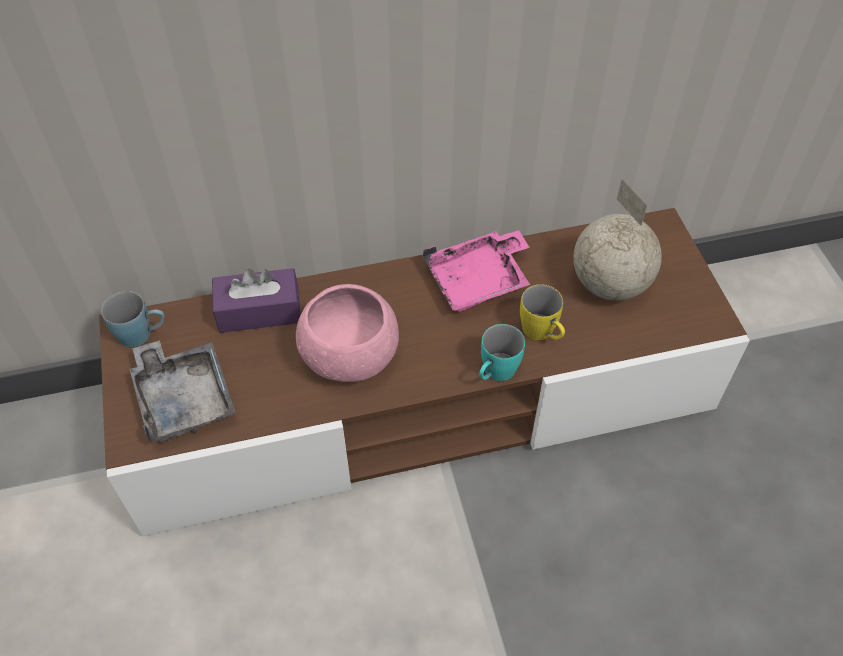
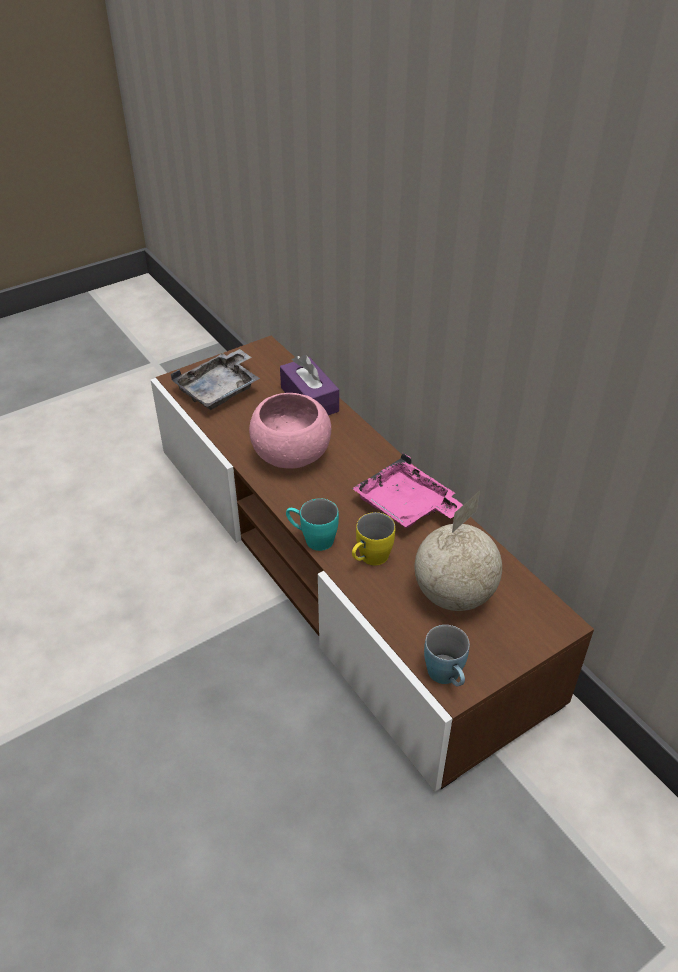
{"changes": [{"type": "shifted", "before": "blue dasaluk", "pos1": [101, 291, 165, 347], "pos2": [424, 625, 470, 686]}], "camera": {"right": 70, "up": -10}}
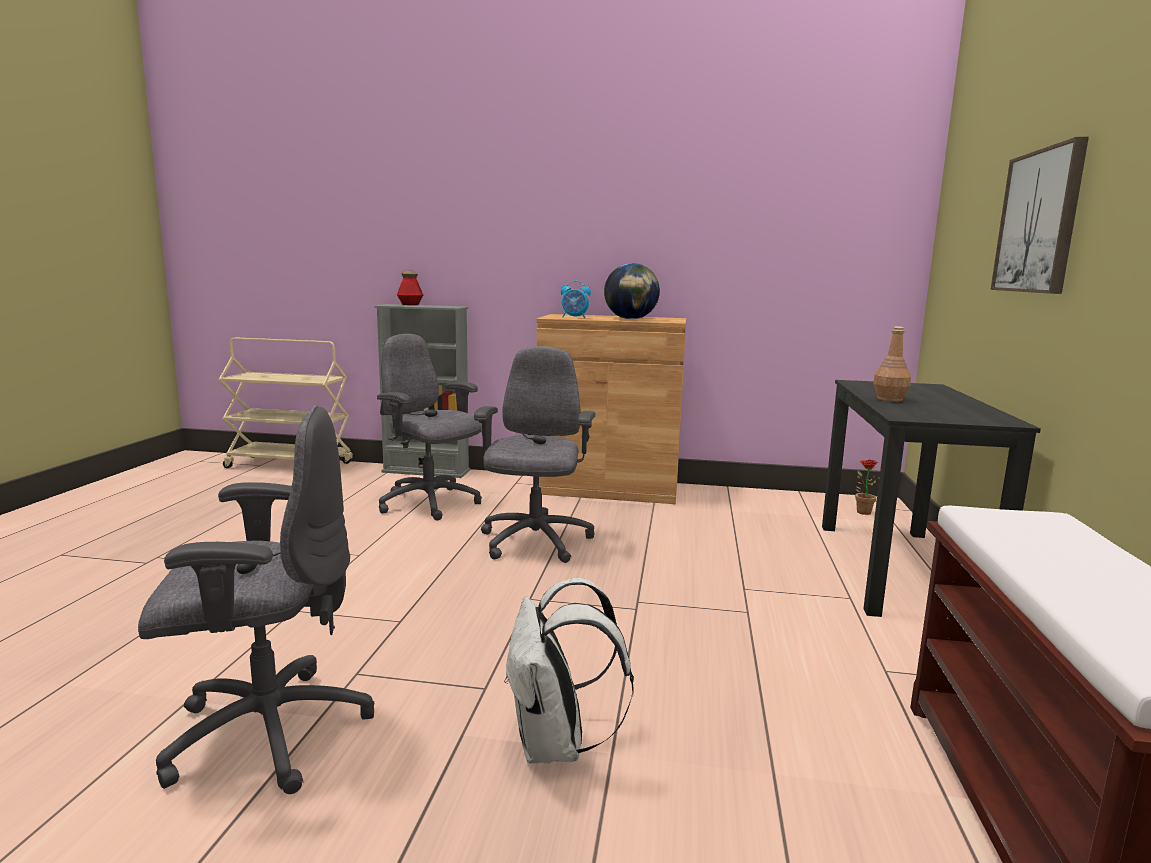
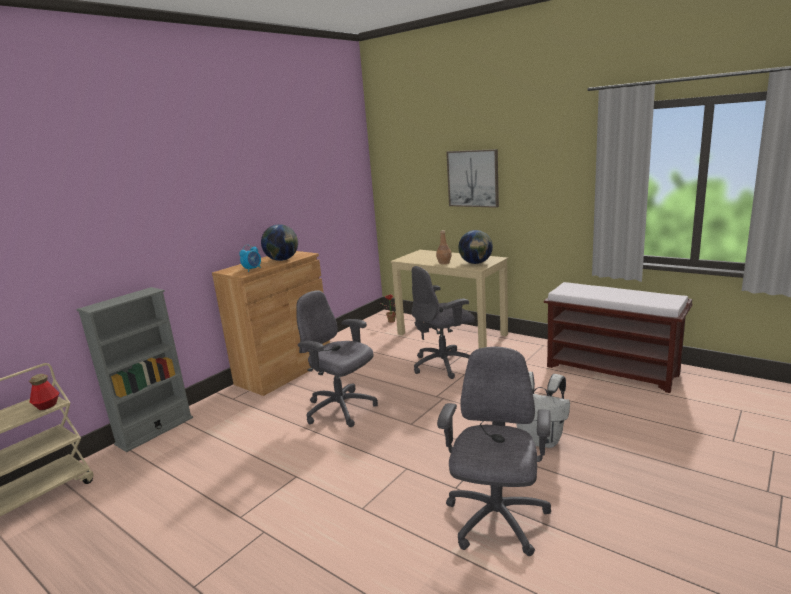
{"changes": [{"type": "new", "after": "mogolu", "pos2": [458, 230, 493, 264]}, {"type": "shifted", "before": "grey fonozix", "pos1": [377, 334, 482, 521], "pos2": [411, 266, 475, 379]}, {"type": "shifted", "before": "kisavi", "pos1": [397, 271, 423, 305], "pos2": [29, 374, 59, 410]}, {"type": "repainted", "before": "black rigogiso", "after": "beige rigogiso", "pos1": [822, 380, 1041, 617], "pos2": [390, 250, 508, 348]}], "camera": {"right": -60, "up": 5}}
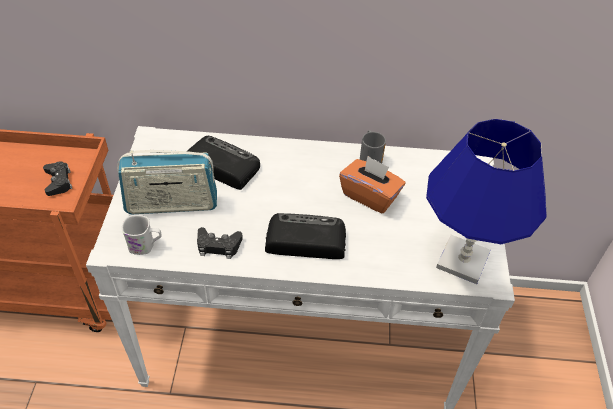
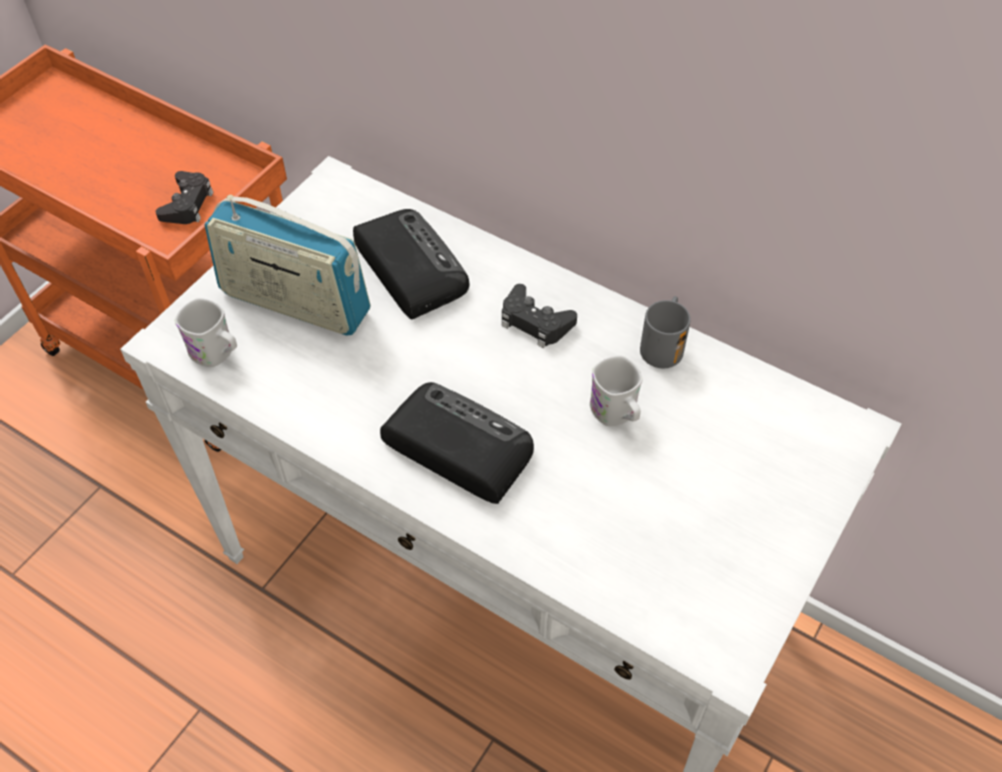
{"changes": [{"type": "gone", "before": "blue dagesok", "pos1": [426, 119, 547, 284]}, {"type": "shifted", "before": "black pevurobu", "pos1": [197, 227, 243, 259], "pos2": [502, 284, 577, 348]}, {"type": "swapped", "before": "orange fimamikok", "after": "white dasaluk", "pos1": [339, 156, 405, 213], "pos2": [590, 355, 643, 426]}], "camera": {"right": 30, "up": 5}}
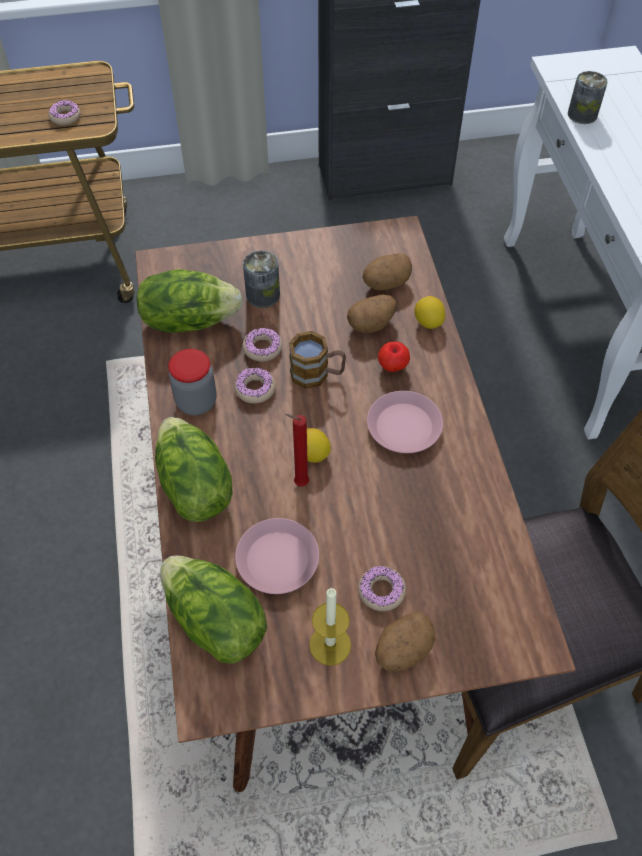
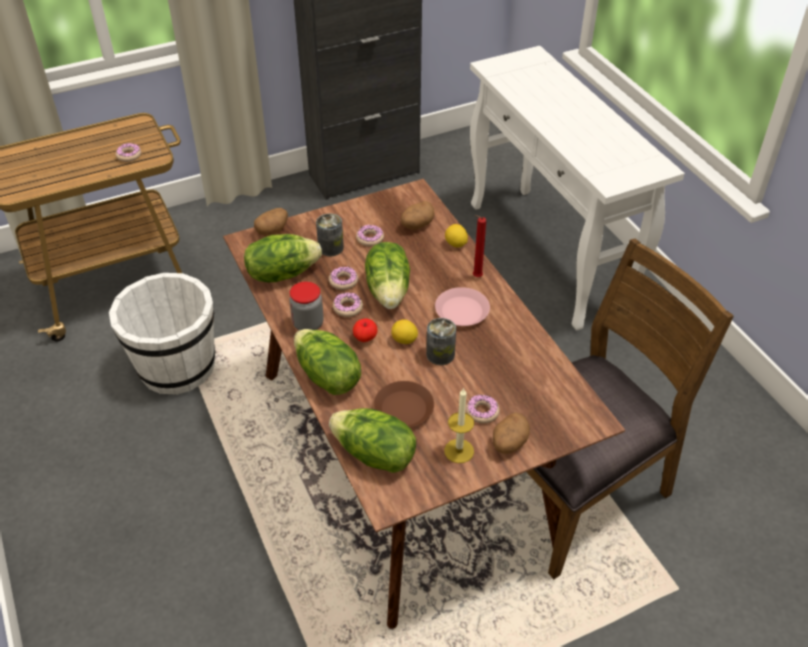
{"changes": [{"type": "new", "after": "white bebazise", "pos2": [109, 273, 215, 395]}, {"type": "new", "after": "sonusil", "pos2": [356, 225, 384, 247]}, {"type": "shifted", "before": "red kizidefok", "pos1": [285, 414, 309, 486], "pos2": [473, 215, 486, 277]}, {"type": "shifted", "before": "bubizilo", "pos1": [347, 295, 397, 333], "pos2": [254, 208, 288, 236]}, {"type": "shifted", "before": "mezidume", "pos1": [378, 341, 410, 372], "pos2": [353, 318, 378, 342]}, {"type": "shifted", "before": "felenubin", "pos1": [568, 71, 608, 124], "pos2": [426, 318, 456, 365]}, {"type": "swapped", "before": "dasaluk", "after": "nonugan", "pos1": [289, 331, 346, 389], "pos2": [365, 242, 410, 309]}, {"type": "repainted", "before": "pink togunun", "after": "brown togunun", "pos1": [235, 518, 319, 594], "pos2": [374, 381, 434, 428]}], "camera": {"right": -15, "up": -10}}
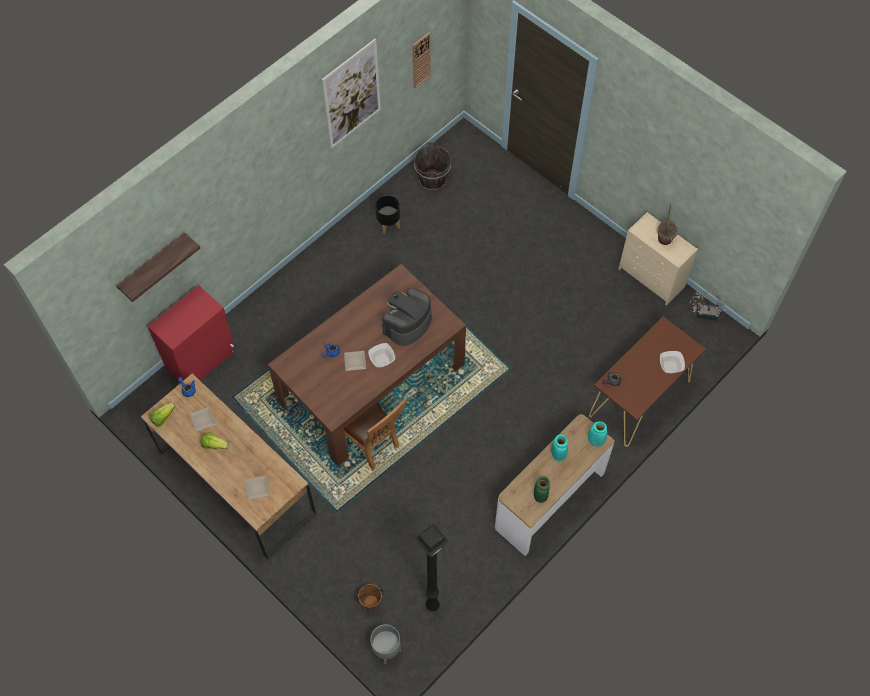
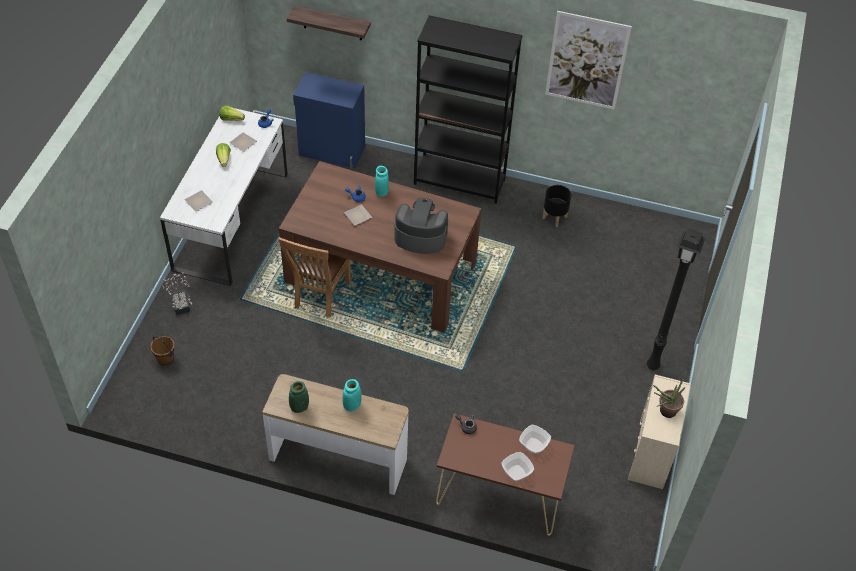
{"changes": [{"type": "gone", "before": "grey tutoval", "pos1": [370, 624, 401, 664]}, {"type": "gone", "before": "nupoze", "pos1": [413, 33, 431, 88]}, {"type": "gone", "before": "brown bebazise", "pos1": [414, 142, 451, 191]}, {"type": "new", "after": "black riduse", "pos2": [414, 16, 523, 204]}, {"type": "shifted", "before": "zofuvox", "pos1": [368, 343, 395, 368], "pos2": [519, 425, 551, 454]}, {"type": "shifted", "before": "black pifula", "pos1": [415, 524, 449, 611], "pos2": [647, 229, 706, 370]}, {"type": "shifted", "before": "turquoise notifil", "pos1": [588, 421, 607, 447], "pos2": [375, 166, 389, 197]}, {"type": "shifted", "before": "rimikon", "pos1": [690, 290, 727, 321], "pos2": [162, 273, 192, 315]}, {"type": "repainted", "before": "brown rigogiso", "after": "white rigogiso", "pos1": [141, 374, 316, 559], "pos2": [160, 108, 288, 286]}, {"type": "repainted", "before": "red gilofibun", "after": "blue gilofibun", "pos1": [148, 285, 236, 383], "pos2": [293, 72, 365, 169]}], "camera": {"right": 60, "up": -10}}
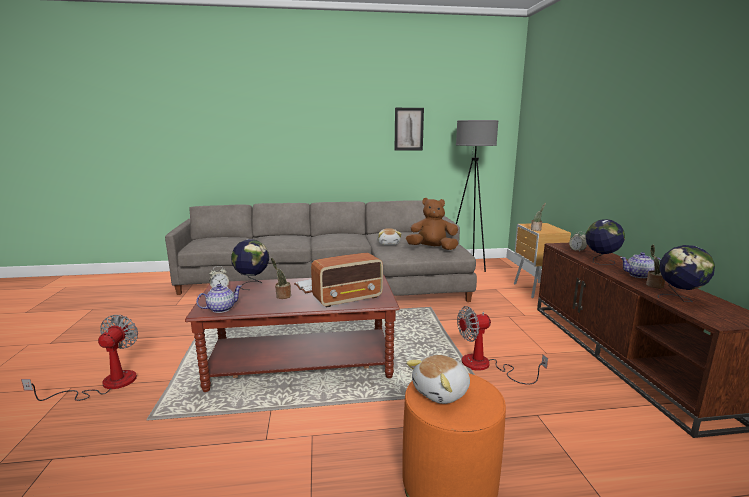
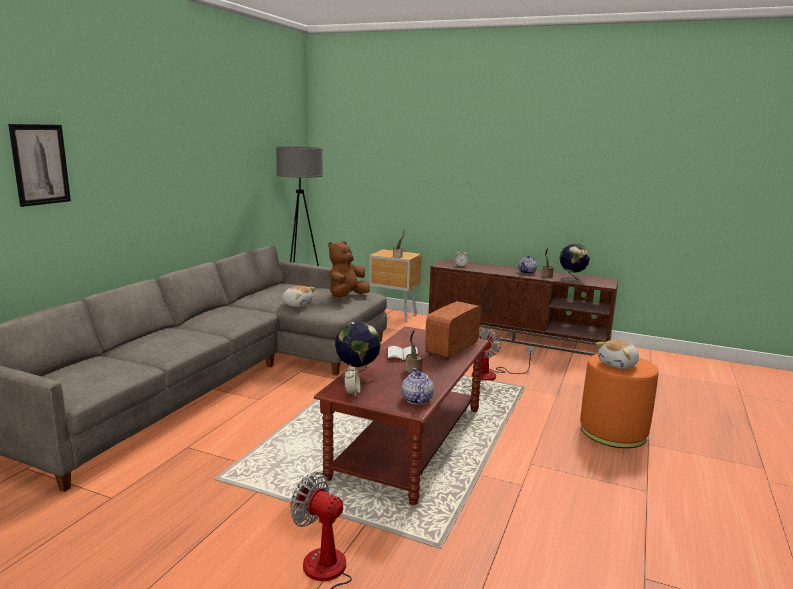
{"changes": [{"type": "gone", "before": "mogolu", "pos1": [586, 219, 625, 265]}, {"type": "shifted", "before": "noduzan", "pos1": [395, 108, 424, 151], "pos2": [8, 124, 71, 207]}, {"type": "rotated", "before": "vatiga", "pos1": [311, 253, 383, 308], "pos2": [425, 301, 481, 360], "turn": -150}, {"type": "rotated", "before": "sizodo", "pos1": [406, 355, 470, 404], "pos2": [595, 340, 639, 369], "turn": 60}], "camera": {"right": -60, "up": 0}}
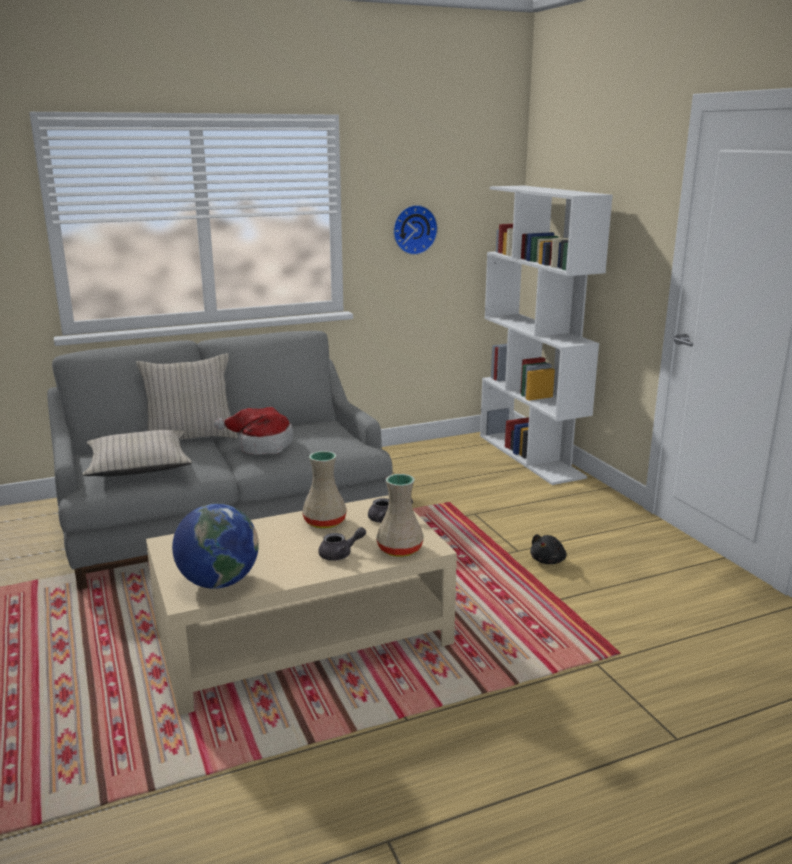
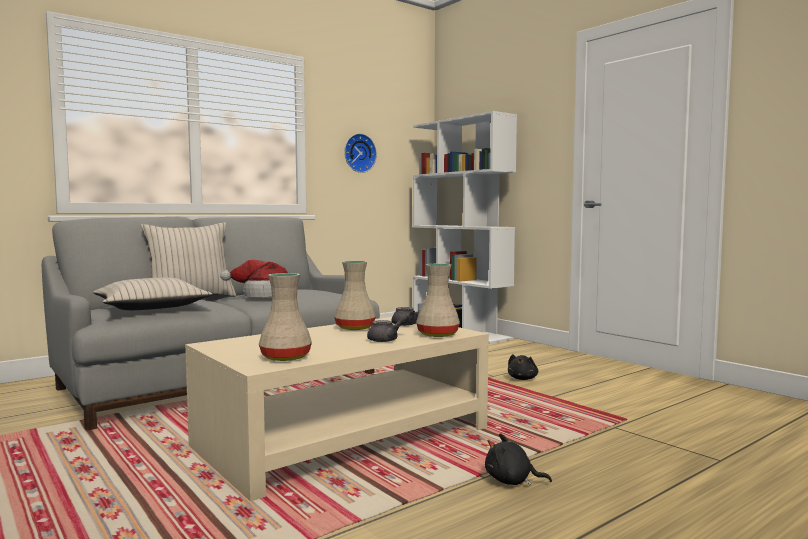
{"changes": [{"type": "new", "after": "black sizodo", "pos2": [485, 433, 552, 485]}, {"type": "swapped", "before": "mogolu", "after": "beige notifil", "pos1": [172, 504, 259, 589], "pos2": [259, 273, 312, 361]}], "camera": {"right": -15, "up": -15}}
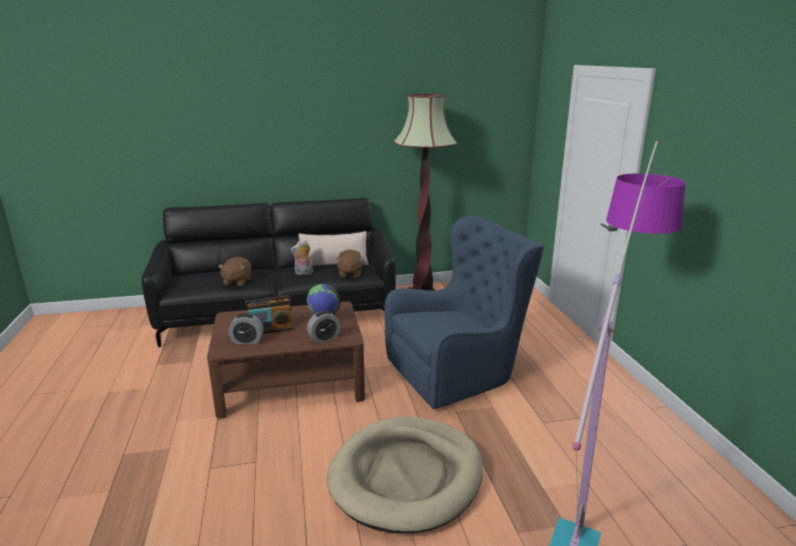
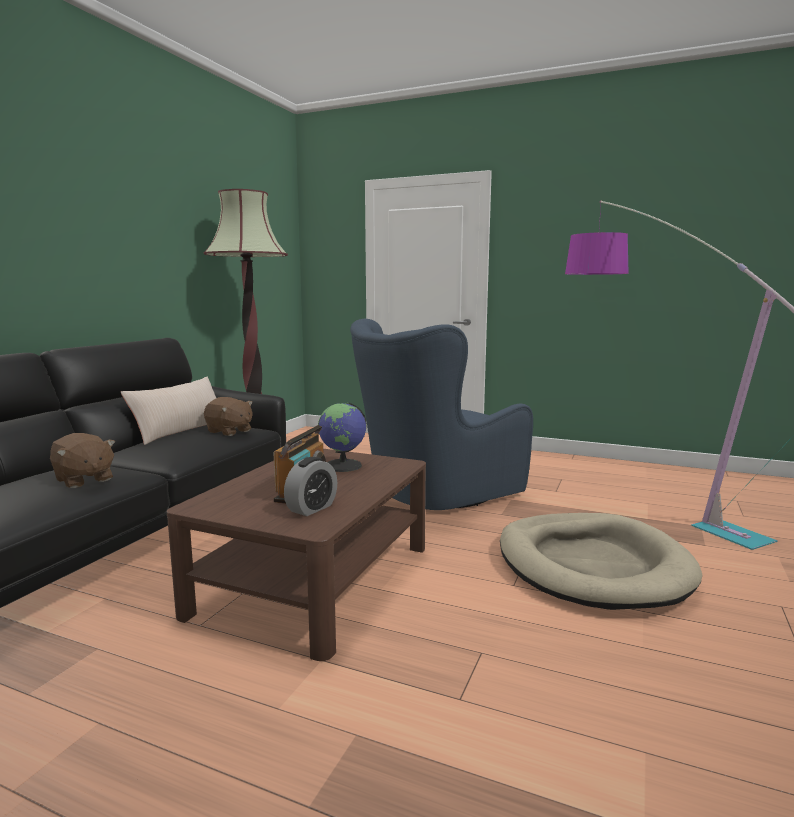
{"changes": [{"type": "gone", "before": "sizodo", "pos1": [290, 240, 313, 275]}, {"type": "gone", "before": "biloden", "pos1": [307, 311, 341, 343]}, {"type": "rotated", "before": "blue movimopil", "pos1": [384, 216, 544, 409], "pos2": [350, 319, 533, 510], "turn": -135}], "camera": {"right": -55, "up": -10}}
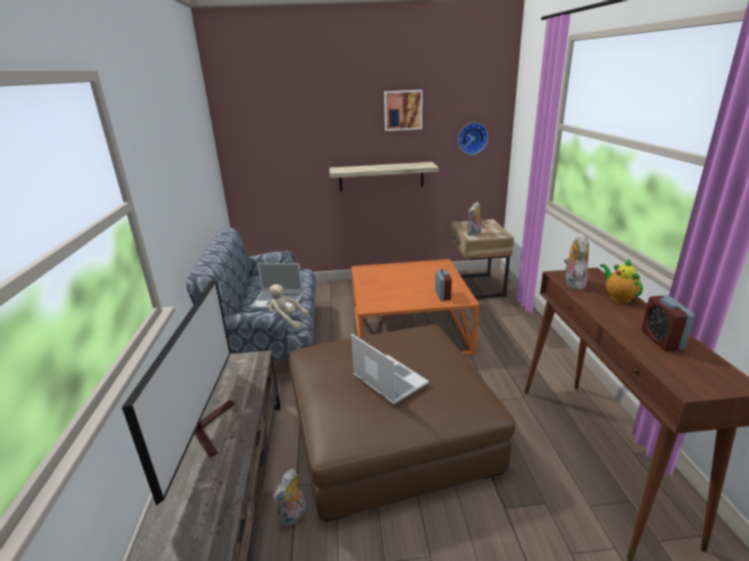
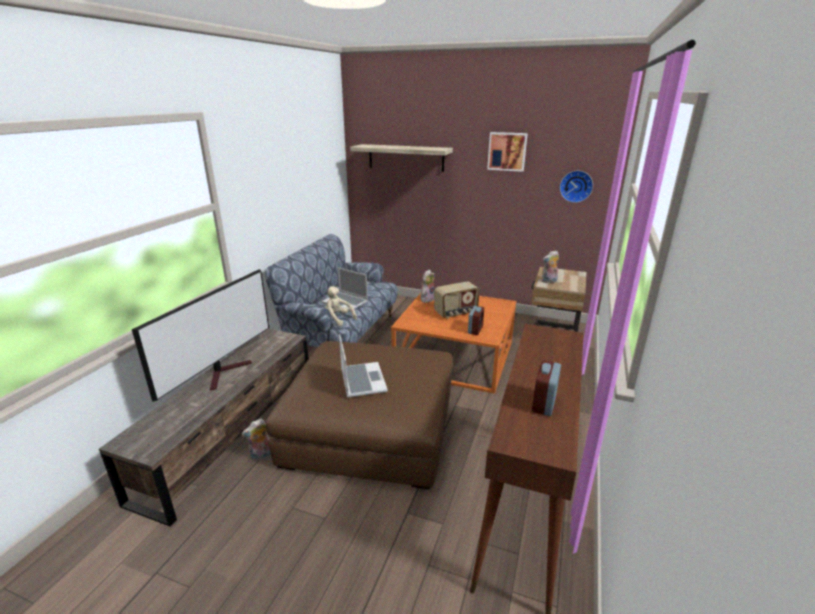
{"changes": [{"type": "gone", "before": "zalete", "pos1": [600, 258, 643, 303]}, {"type": "new", "after": "vatiga", "pos2": [434, 281, 480, 319]}, {"type": "shifted", "before": "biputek", "pos1": [329, 162, 439, 192], "pos2": [350, 144, 453, 172]}, {"type": "shifted", "before": "sizodo", "pos1": [564, 233, 589, 290], "pos2": [421, 270, 435, 303]}], "camera": {"right": 25, "up": 0}}
